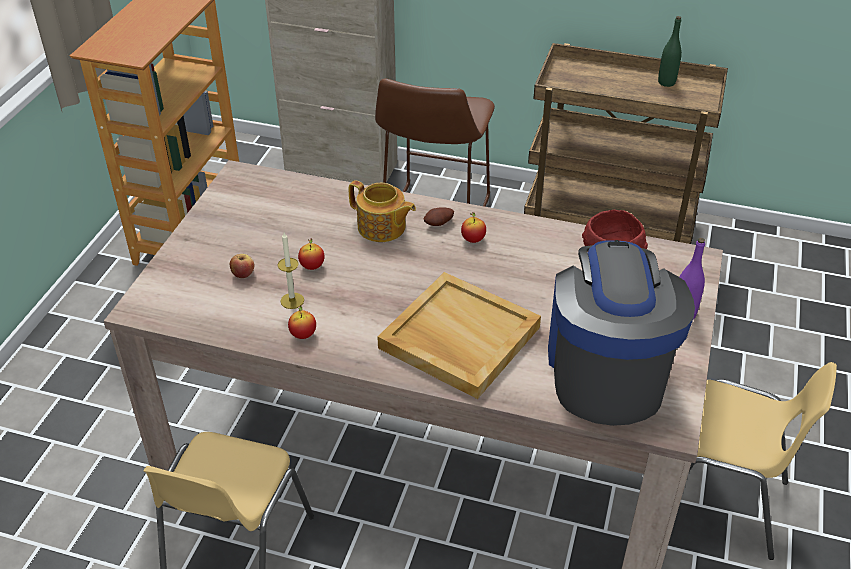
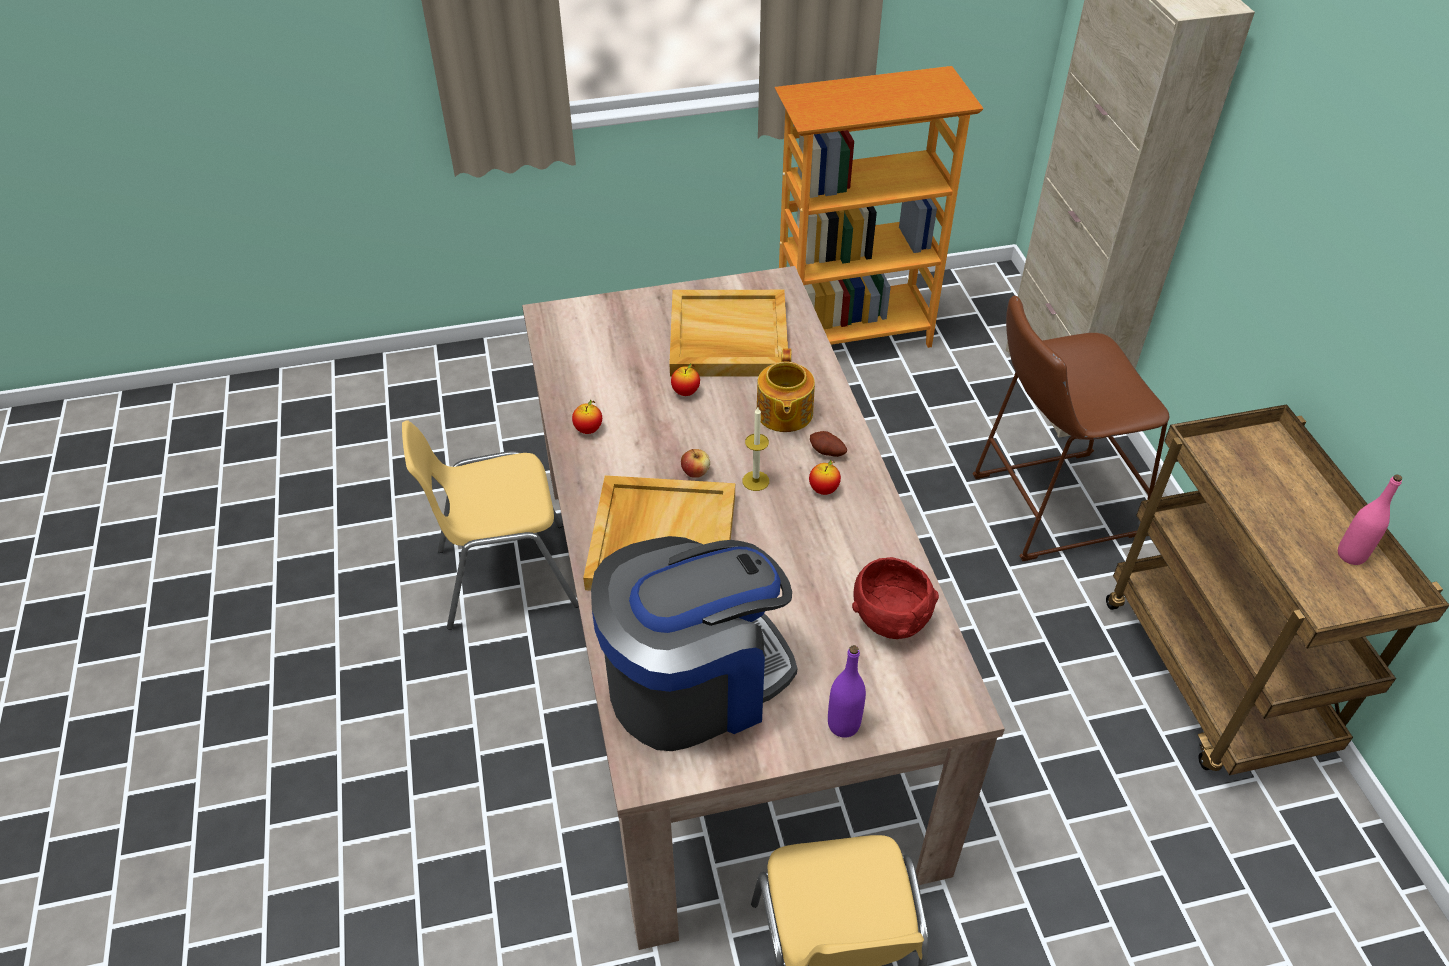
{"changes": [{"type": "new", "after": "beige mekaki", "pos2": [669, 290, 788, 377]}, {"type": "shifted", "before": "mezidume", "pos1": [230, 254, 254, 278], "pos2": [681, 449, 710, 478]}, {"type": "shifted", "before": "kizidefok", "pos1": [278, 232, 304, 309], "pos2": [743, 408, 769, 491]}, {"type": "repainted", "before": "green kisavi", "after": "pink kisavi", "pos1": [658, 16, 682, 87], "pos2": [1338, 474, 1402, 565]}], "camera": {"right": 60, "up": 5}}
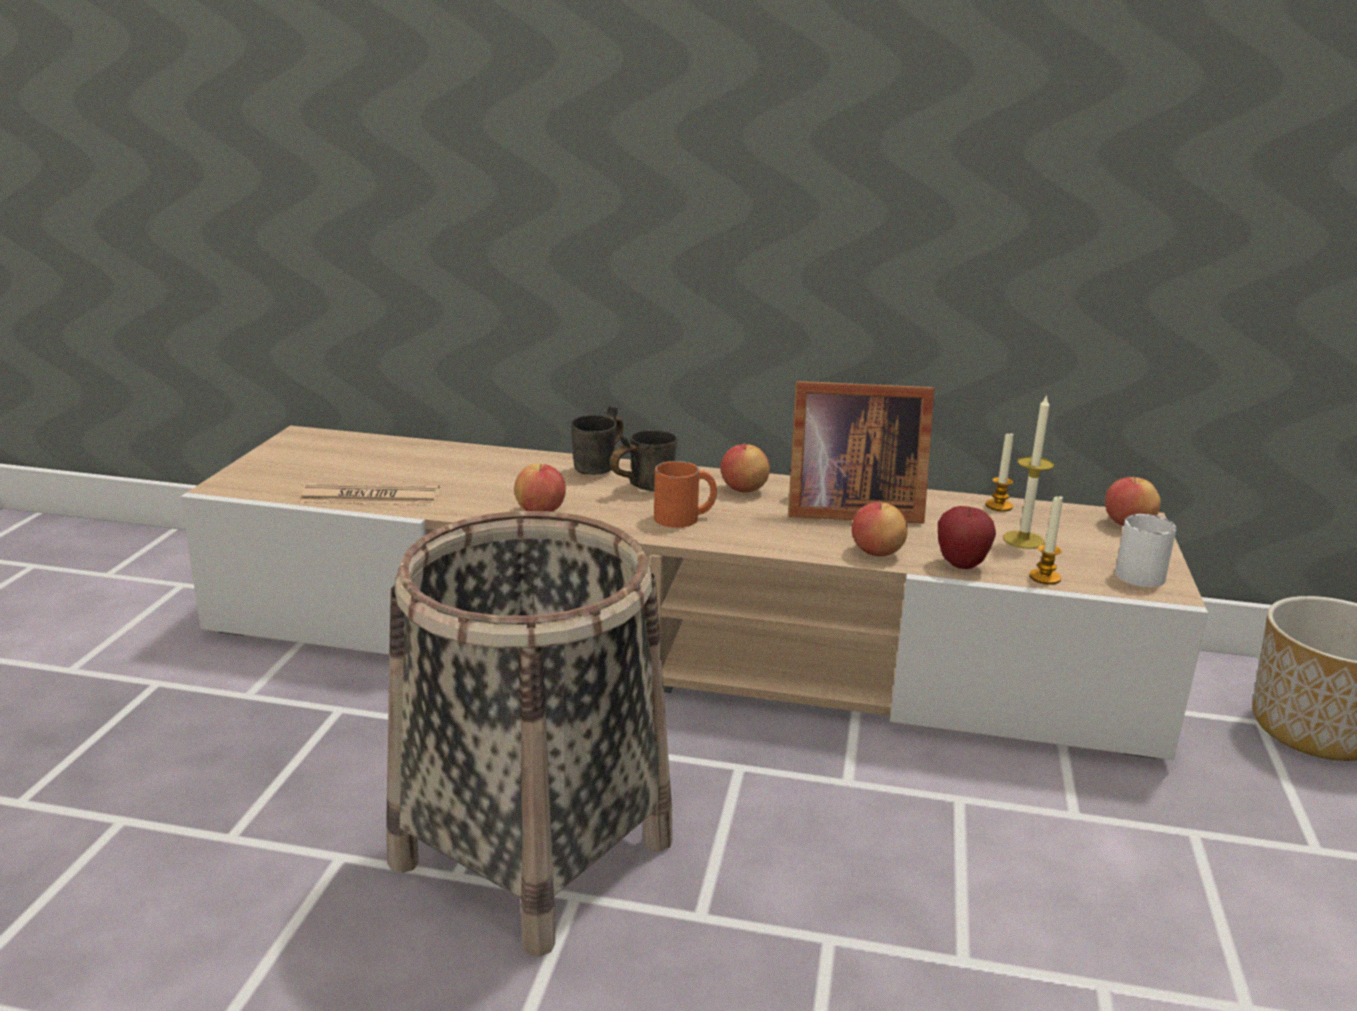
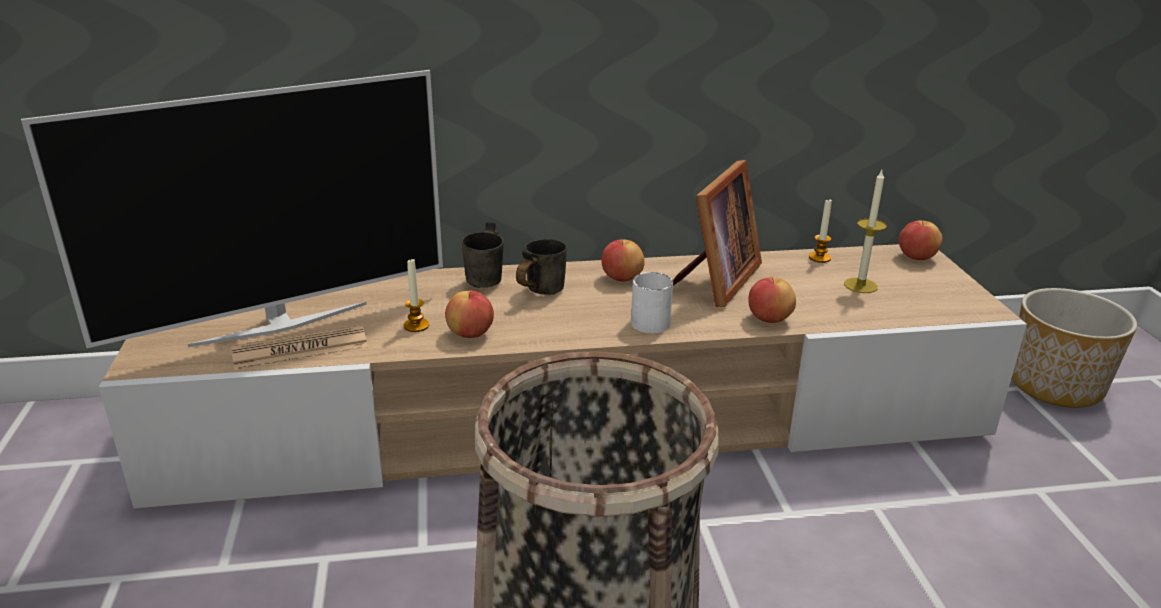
{"changes": [{"type": "gone", "before": "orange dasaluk", "pos1": [654, 461, 717, 528]}, {"type": "gone", "before": "mezidume", "pos1": [938, 506, 996, 569]}, {"type": "new", "after": "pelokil", "pos2": [21, 70, 443, 348]}, {"type": "shifted", "before": "kizidefok", "pos1": [1029, 495, 1063, 585], "pos2": [404, 258, 429, 332]}, {"type": "shifted", "before": "white dasaluk", "pos1": [1115, 514, 1177, 587], "pos2": [631, 272, 673, 333]}, {"type": "rotated", "before": "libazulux", "pos1": [788, 381, 934, 524], "pos2": [673, 160, 762, 307], "turn": -45}], "camera": {"right": -20, "up": 5}}
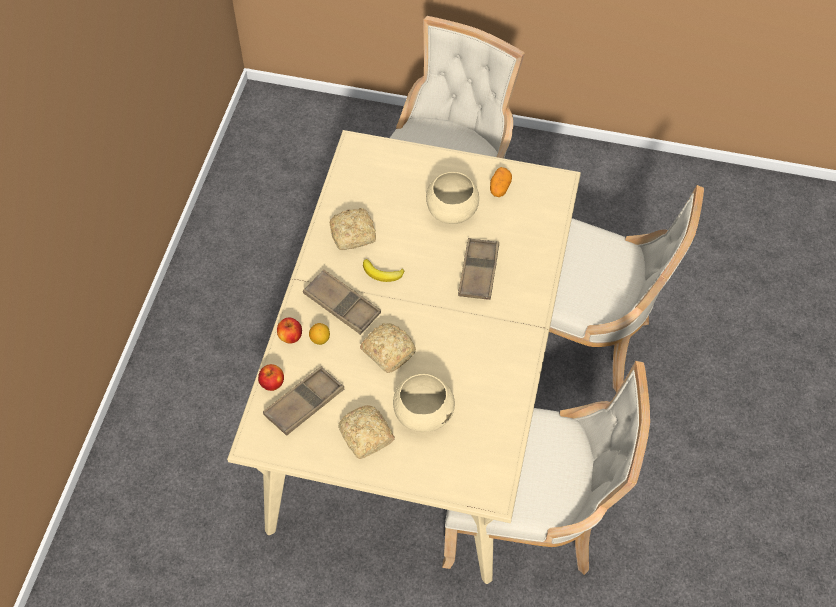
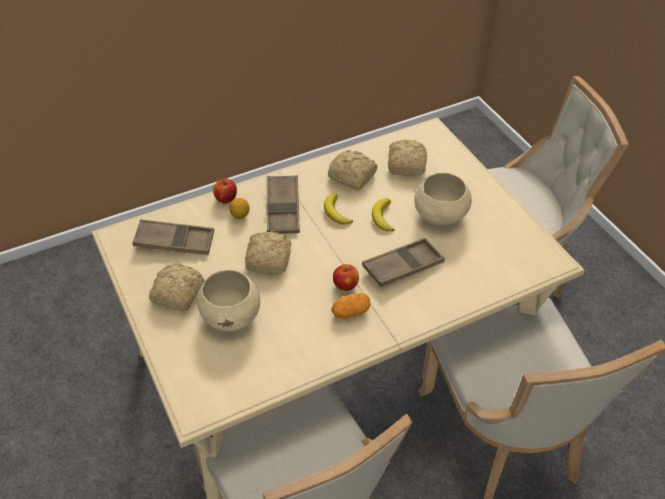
{"changes": [{"type": "new", "after": "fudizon", "pos2": [372, 198, 395, 232]}, {"type": "new", "after": "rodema", "pos2": [388, 140, 427, 176]}, {"type": "shifted", "before": "mezidume", "pos1": [258, 364, 284, 391], "pos2": [333, 264, 359, 291]}, {"type": "shifted", "before": "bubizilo", "pos1": [490, 167, 512, 197], "pos2": [331, 293, 371, 319]}], "camera": {"right": 50, "up": -10}}
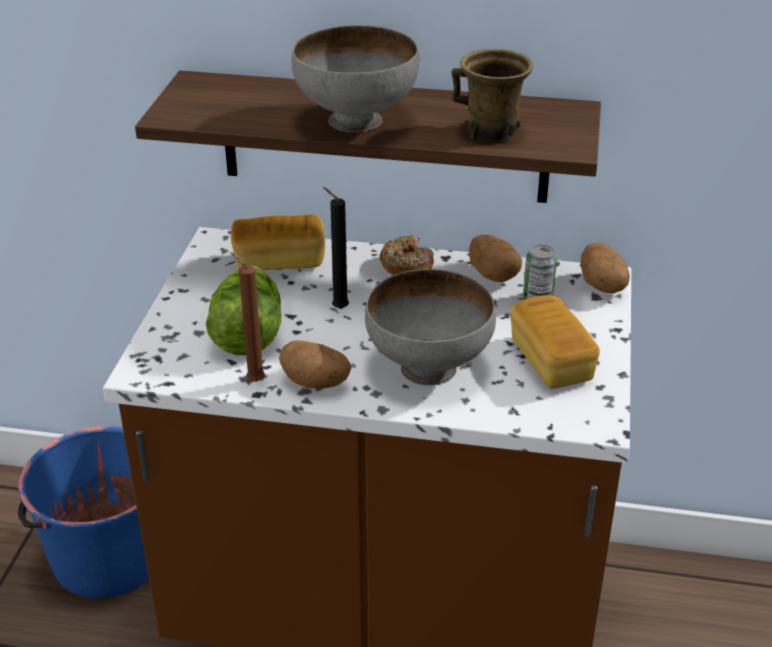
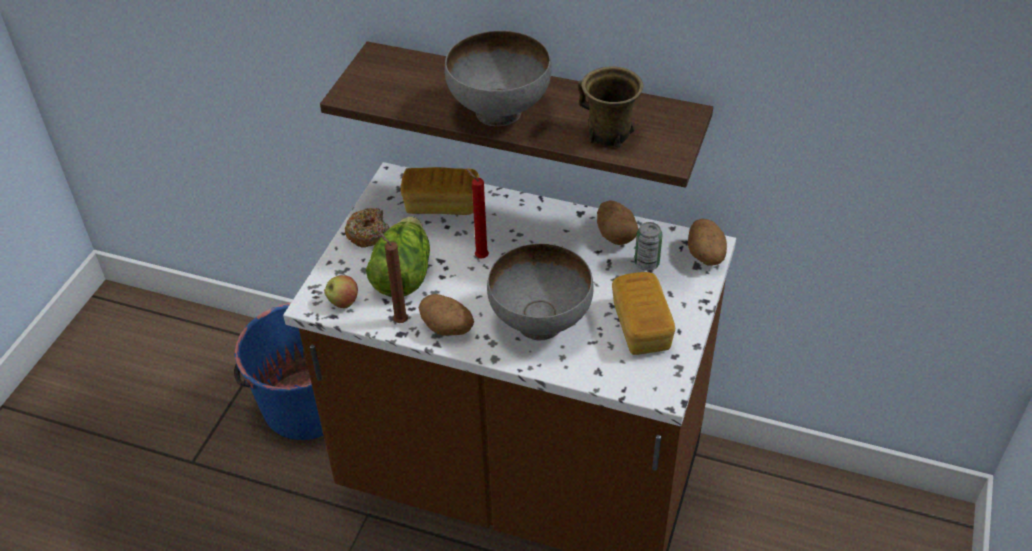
{"changes": [{"type": "new", "after": "mezidume", "pos2": [324, 275, 358, 308]}, {"type": "shifted", "before": "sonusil", "pos1": [379, 236, 434, 275], "pos2": [345, 208, 389, 248]}, {"type": "repainted", "before": "black kizidefok", "after": "red kizidefok", "pos1": [323, 187, 349, 309], "pos2": [466, 169, 489, 259]}], "camera": {"right": 10, "up": 10}}
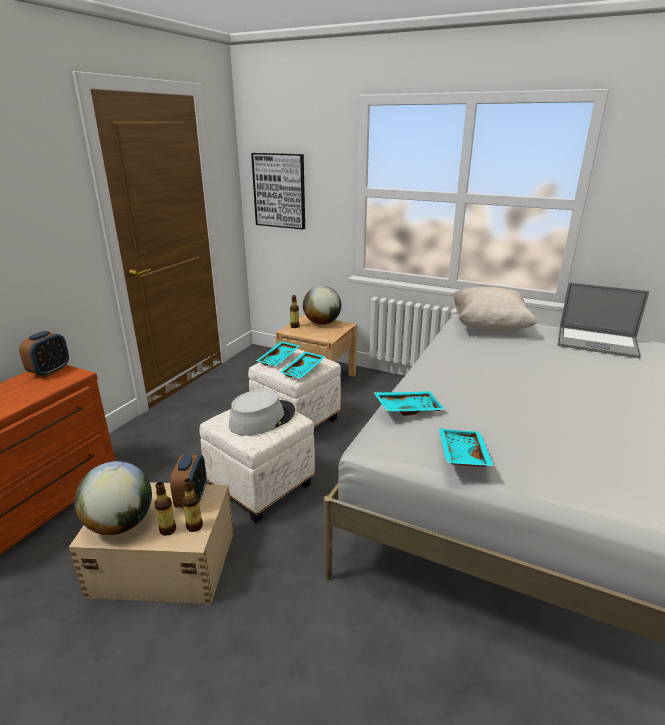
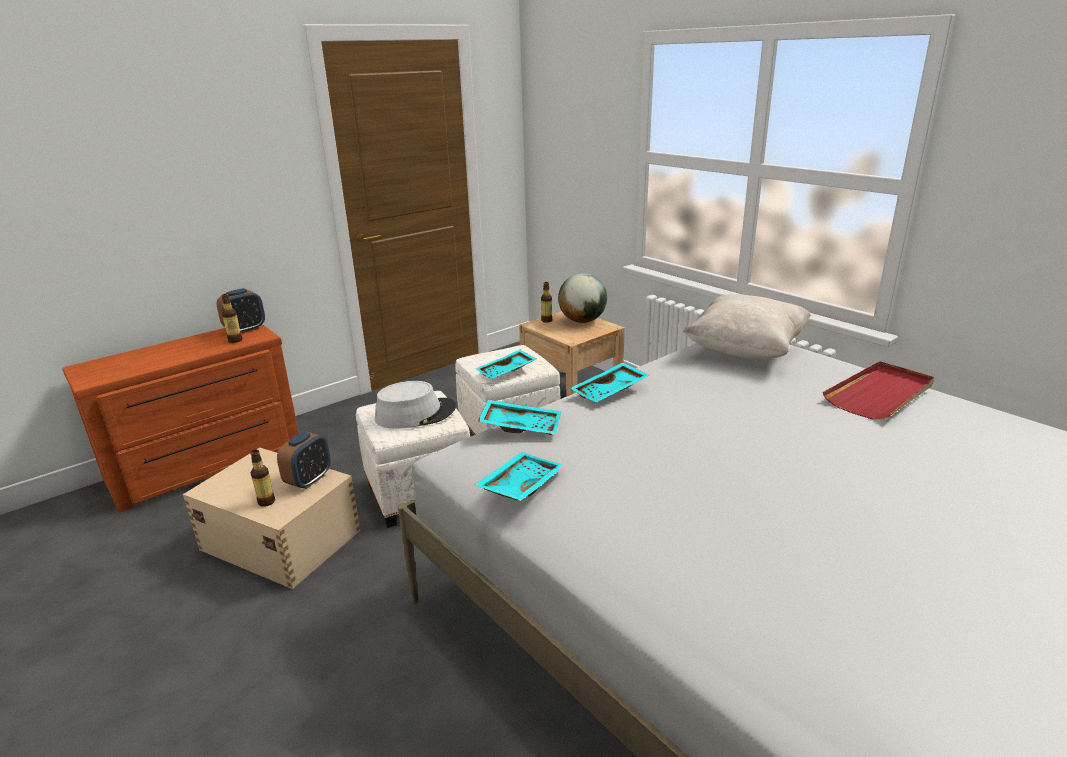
{"changes": [{"type": "gone", "before": "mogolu", "pos1": [74, 461, 152, 535]}, {"type": "gone", "before": "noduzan", "pos1": [251, 153, 305, 229]}, {"type": "shifted", "before": "kisavi", "pos1": [182, 479, 203, 532], "pos2": [221, 294, 242, 343]}, {"type": "shifted", "before": "turquoise mekaki", "pos1": [256, 341, 300, 366], "pos2": [570, 362, 649, 402]}, {"type": "swapped", "before": "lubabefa", "after": "red mekaki", "pos1": [557, 282, 649, 358], "pos2": [823, 361, 935, 419]}], "camera": {"right": 25, "up": 0}}
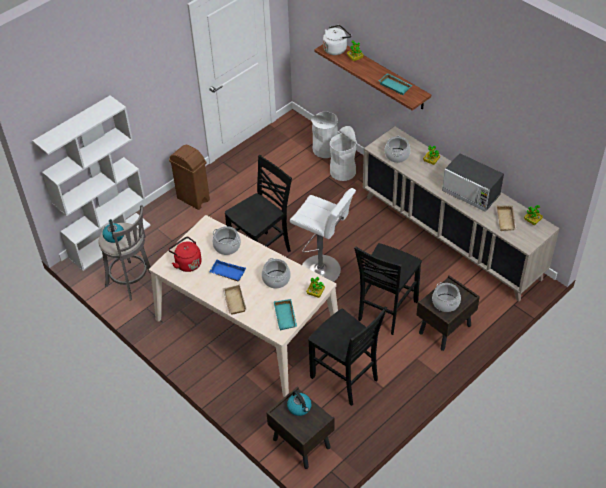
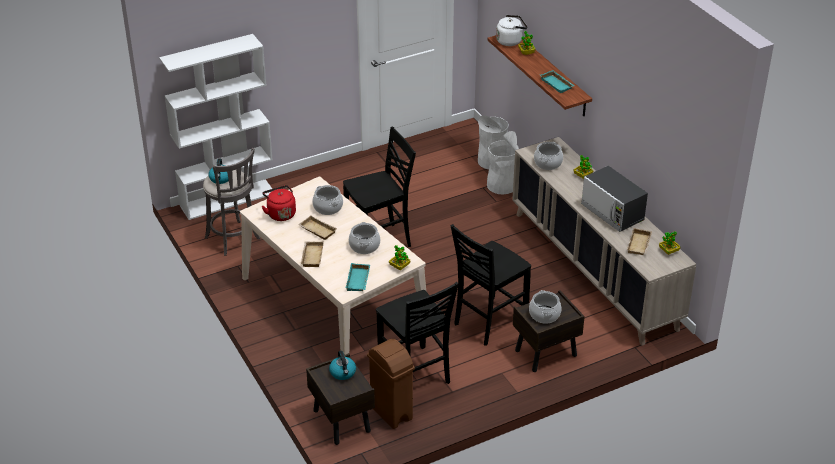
{"changes": [{"type": "gone", "before": "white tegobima", "pos1": [290, 188, 356, 282]}, {"type": "shifted", "before": "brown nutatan", "pos1": [169, 145, 210, 210], "pos2": [367, 339, 415, 429]}, {"type": "repainted", "before": "blue mekaki", "after": "beige mekaki", "pos1": [209, 260, 246, 281], "pos2": [298, 216, 337, 240]}], "camera": {"right": 15, "up": -10}}
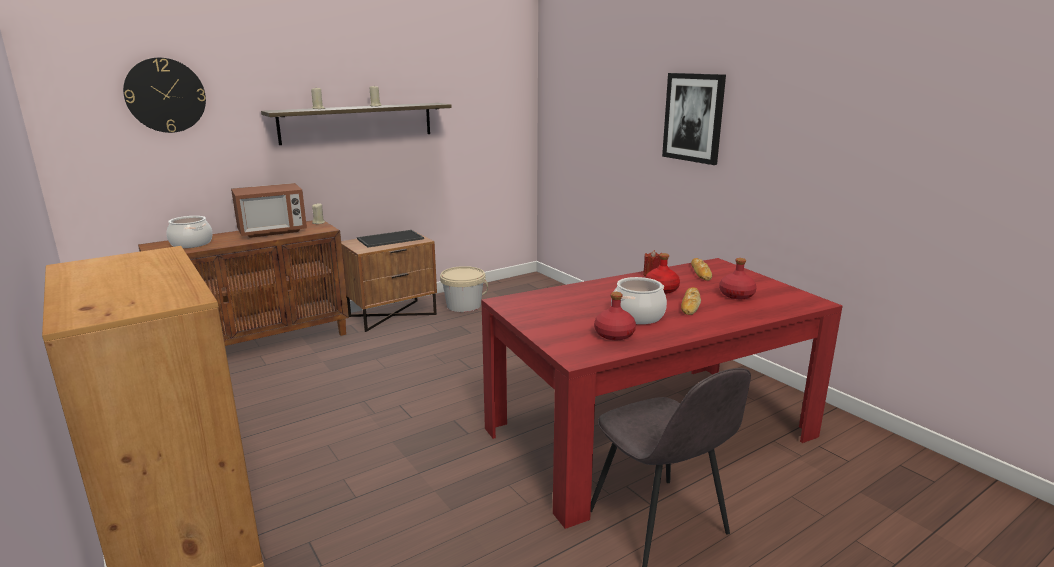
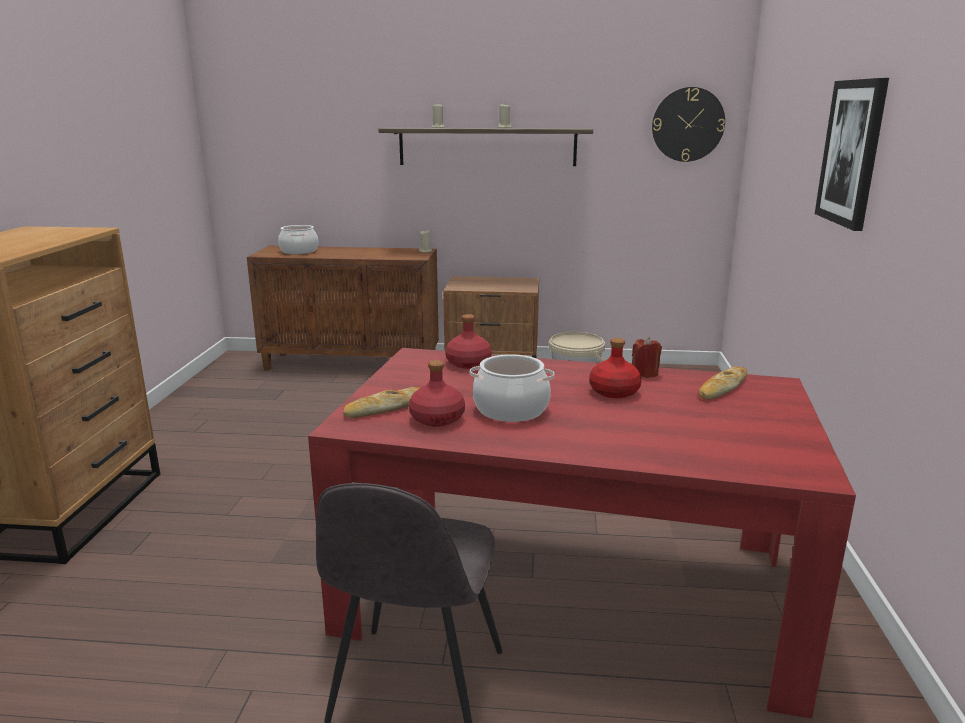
{"changes": [{"type": "gone", "before": "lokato", "pos1": [231, 183, 307, 238]}, {"type": "gone", "before": "mekaki", "pos1": [357, 230, 424, 248]}, {"type": "shifted", "before": "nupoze", "pos1": [123, 58, 206, 133], "pos2": [652, 87, 725, 162]}, {"type": "shifted", "before": "rodema", "pos1": [681, 287, 701, 315], "pos2": [343, 387, 421, 418]}, {"type": "shifted", "before": "red kisavi", "pos1": [719, 258, 757, 299], "pos2": [445, 314, 492, 369]}], "camera": {"right": 40, "up": 0}}
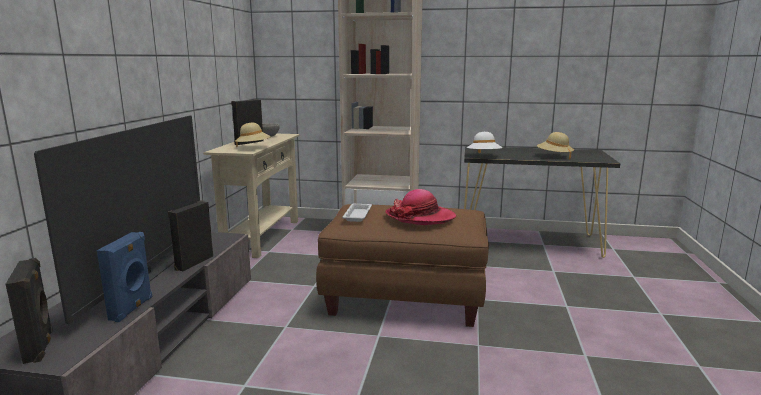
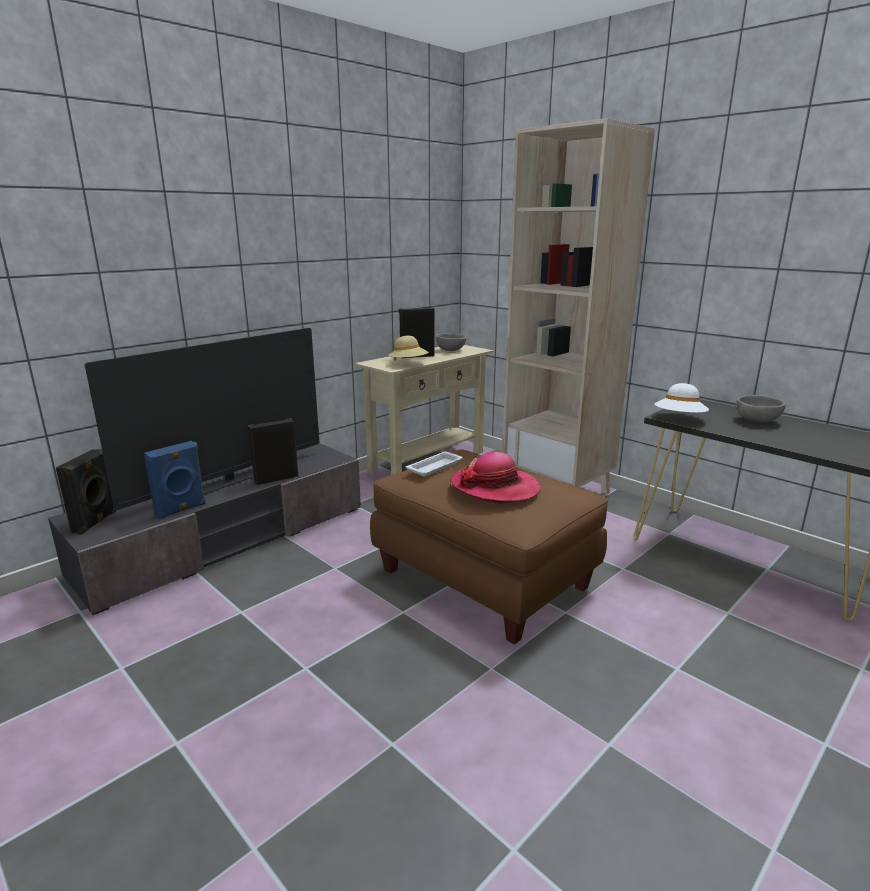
{"changes": [{"type": "gone", "before": "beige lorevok", "pos1": [537, 132, 574, 159]}, {"type": "new", "after": "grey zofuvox", "pos2": [736, 395, 786, 422]}], "camera": {"right": 35, "up": 5}}
